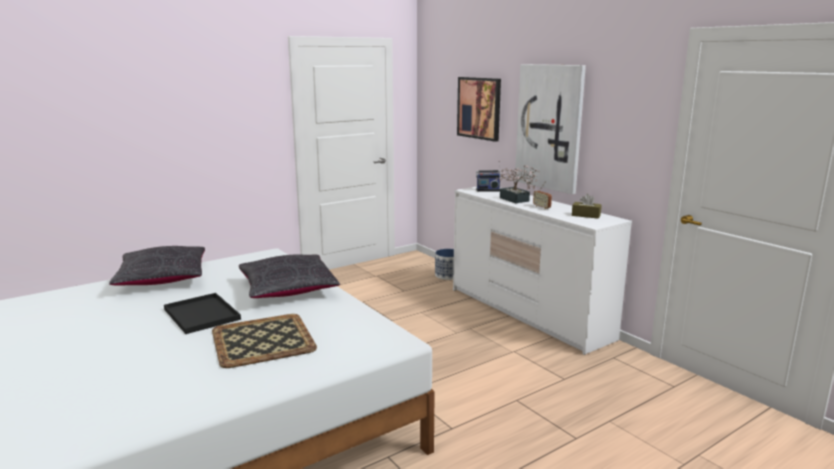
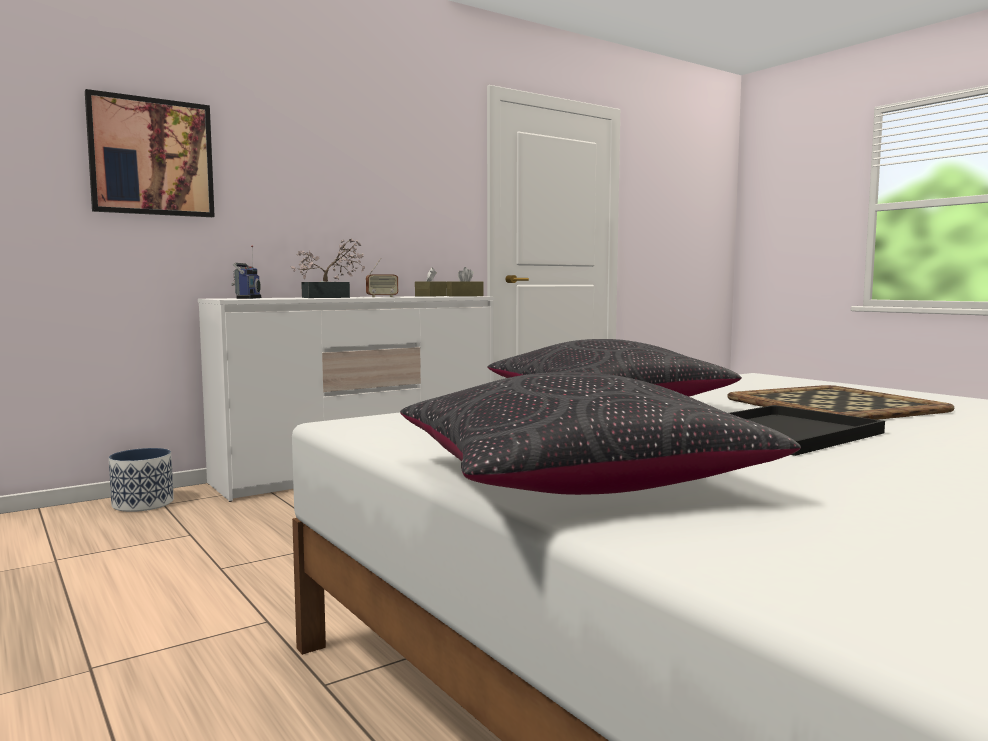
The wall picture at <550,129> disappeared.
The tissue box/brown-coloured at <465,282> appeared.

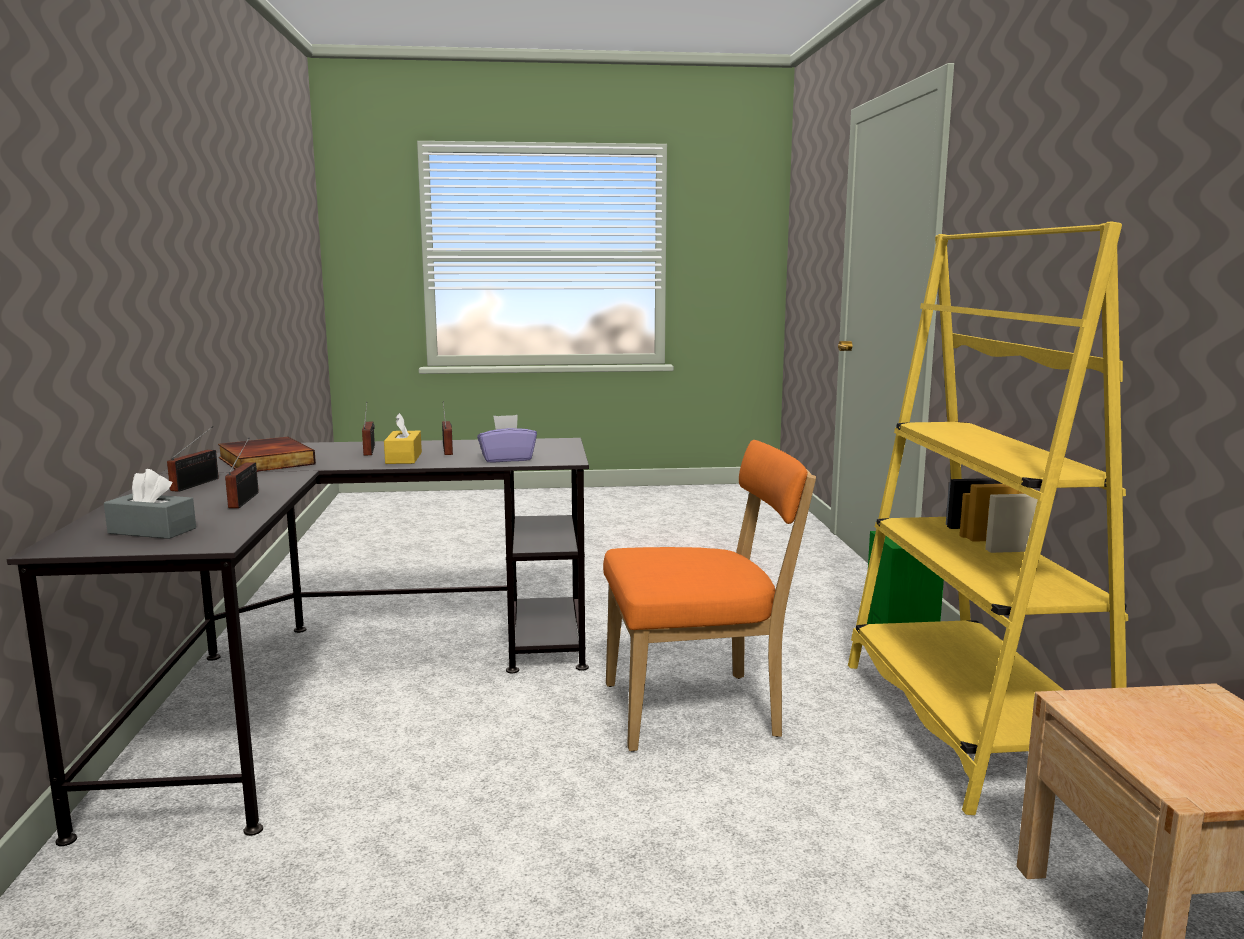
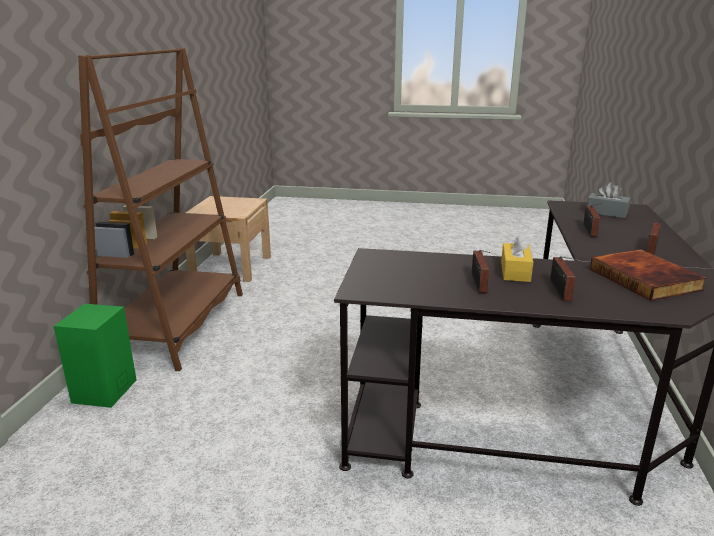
The tissue box/purple at <507,439> disappeared.
The chair/orange-coloured at <709,596> disappeared.
The shelving unit/yellow at <988,518> became the shelving unit/brown-coloured at <160,209>.

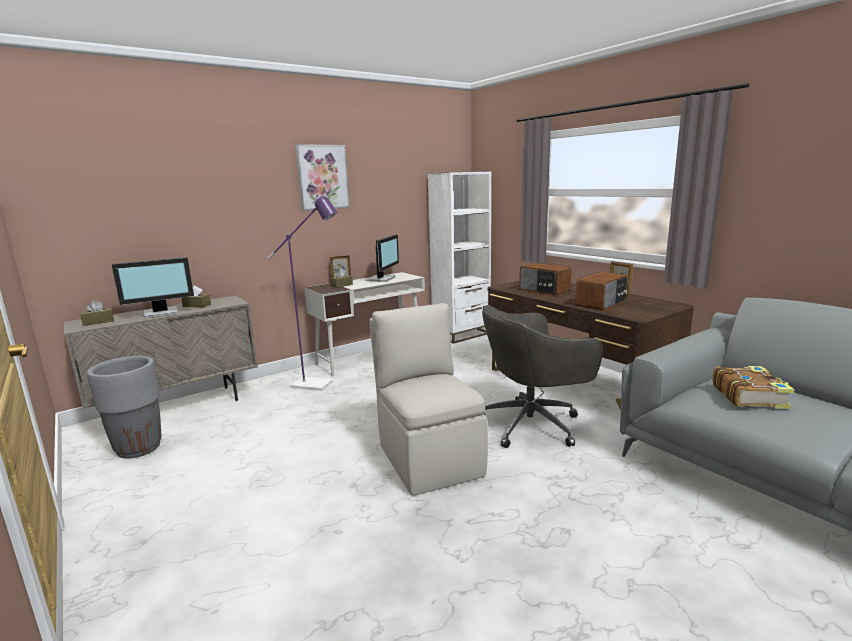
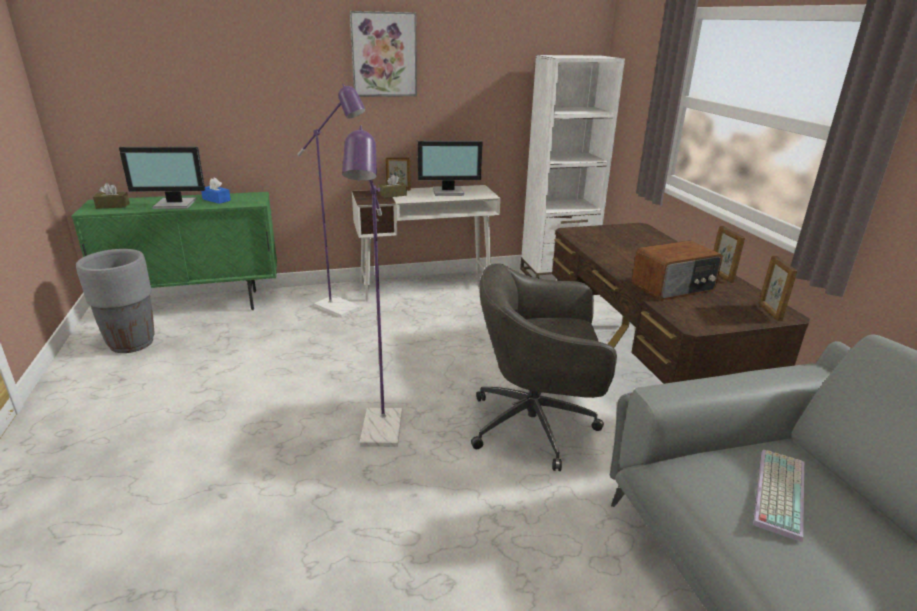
The radio set at <545,279> disappeared.
The picture frame at <777,288> appeared.
The chair/beige at <428,399> was replaced by the floor lamp/purple at <372,286>.
The bound book at <753,387> was replaced by the PC keyboard at <778,496>.
The cupboard/beige at <161,352> became the cupboard/greenish at <174,251>.
The tissue box/brown-coloured at <196,296> became the tissue box/blue-coloured at <216,191>.
The computer screen at <382,258> turned 45 degrees clockwise.

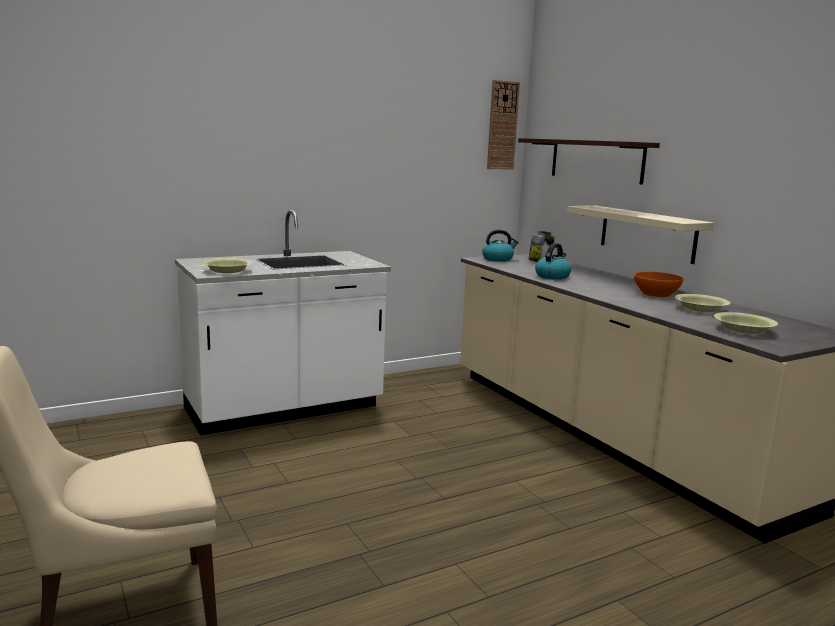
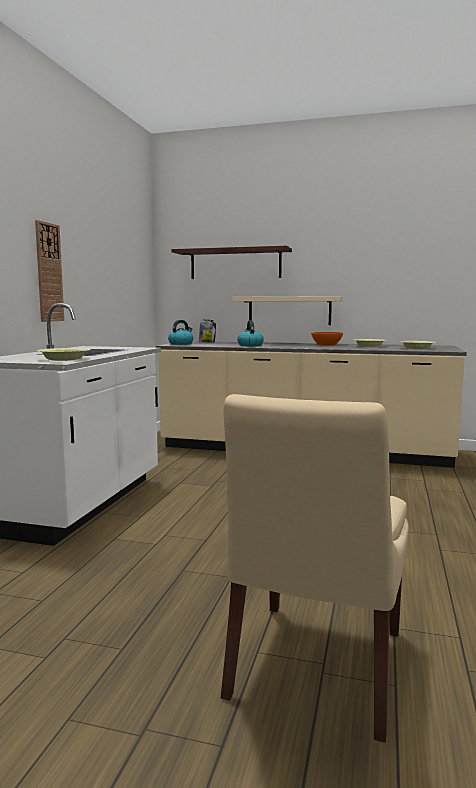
The wall clock moved from <503,125> to <49,271>.

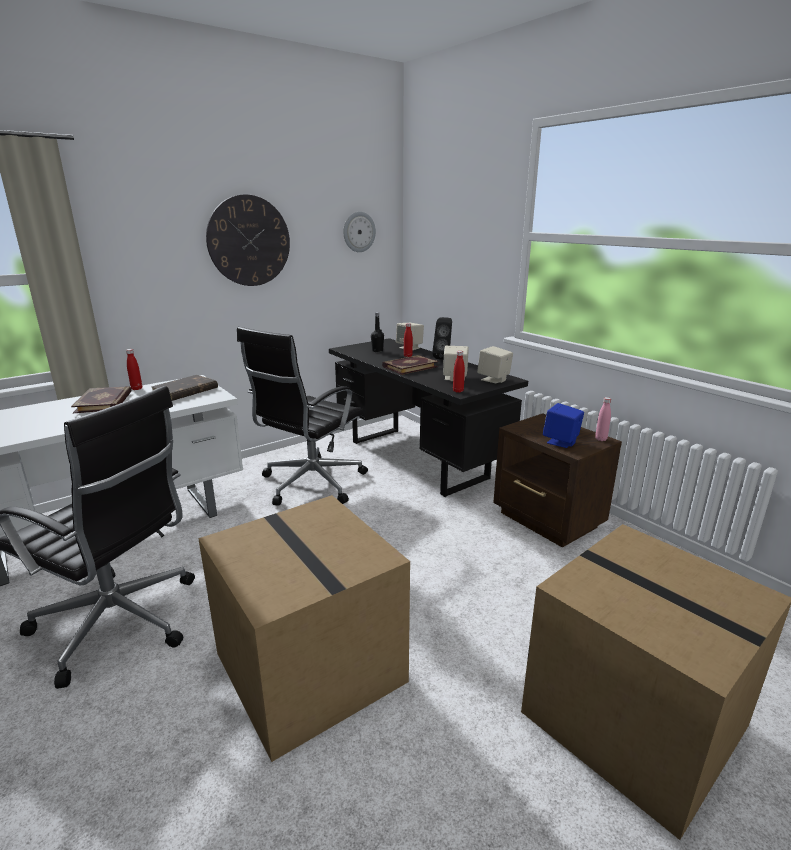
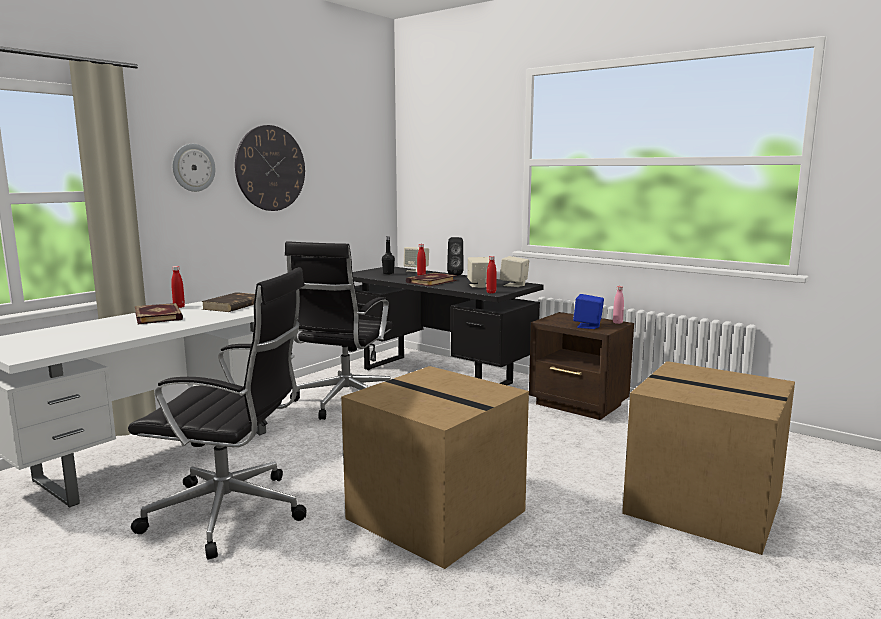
The wall clock moved from <359,232> to <193,168>.

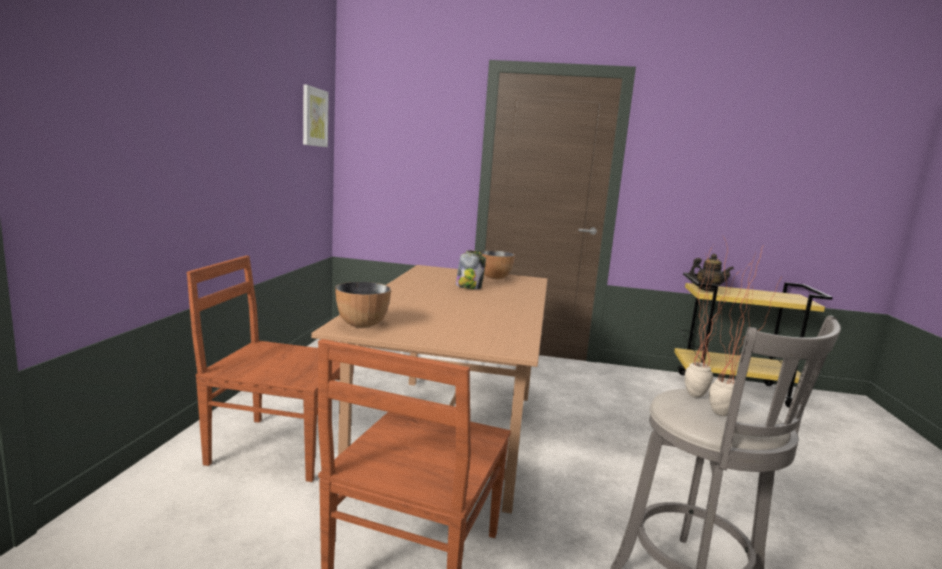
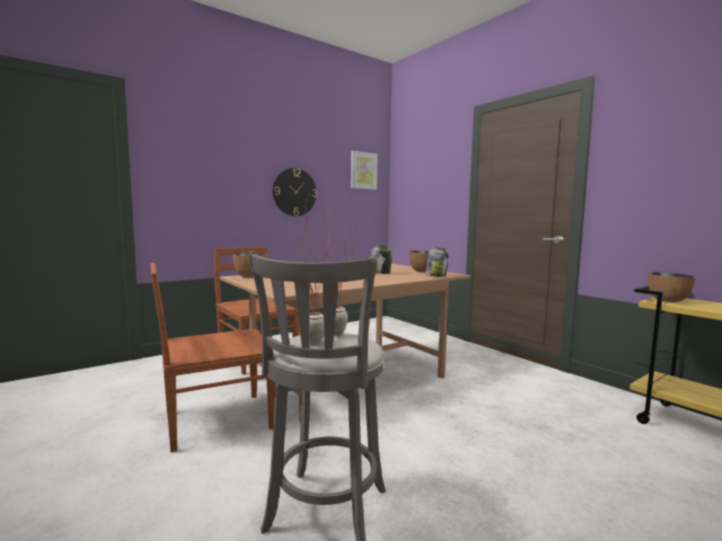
The wall clock at <295,192> appeared.
The storage jar at <437,262> appeared.
The pot for tea at <711,273> was replaced by the deep dish at <671,287>.

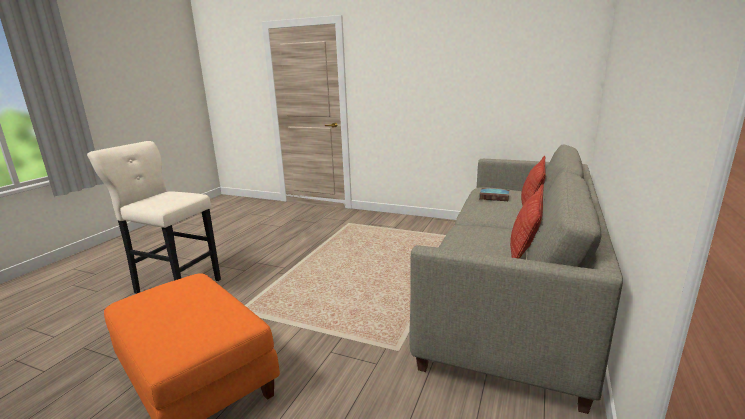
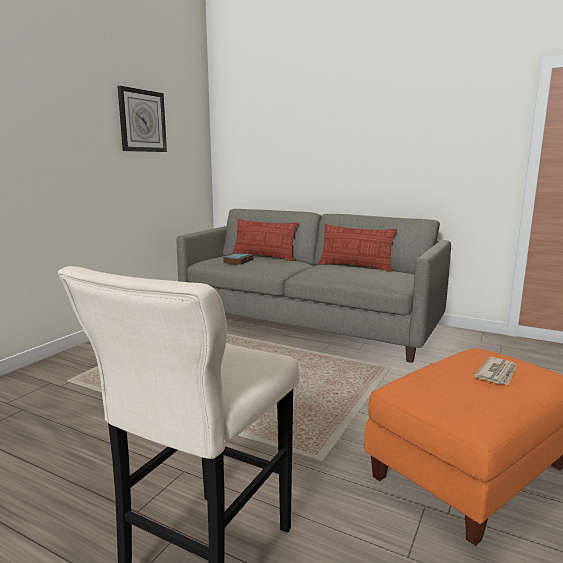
The wall clock at <142,119> appeared.
The printed paper at <495,371> appeared.

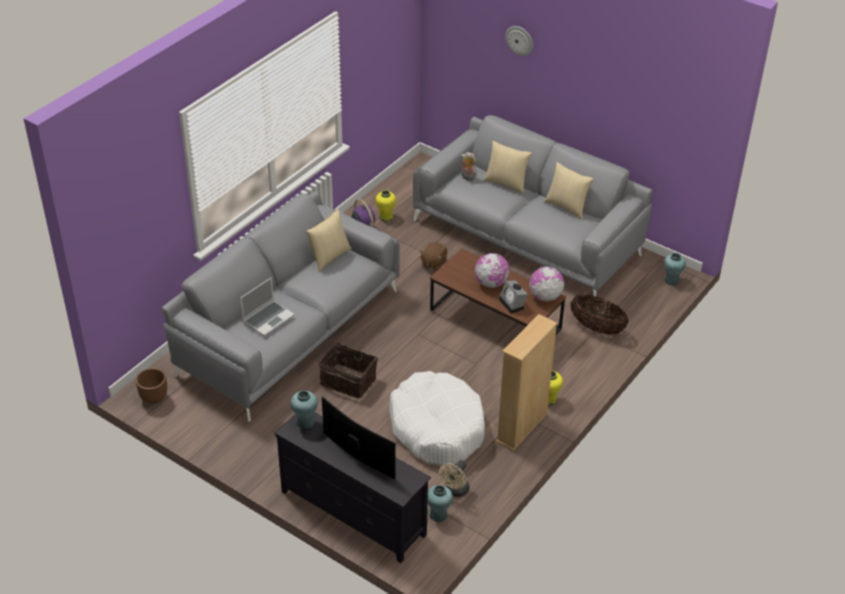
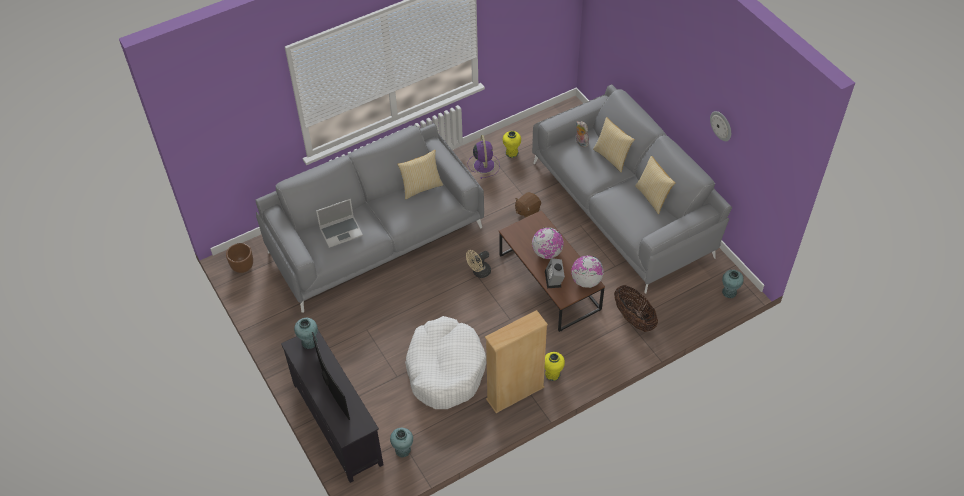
The storage basket at <348,370> disappeared.
The electric fan/beige moved from <454,478> to <478,264>.
The wall clock moved from <519,41> to <720,126>.

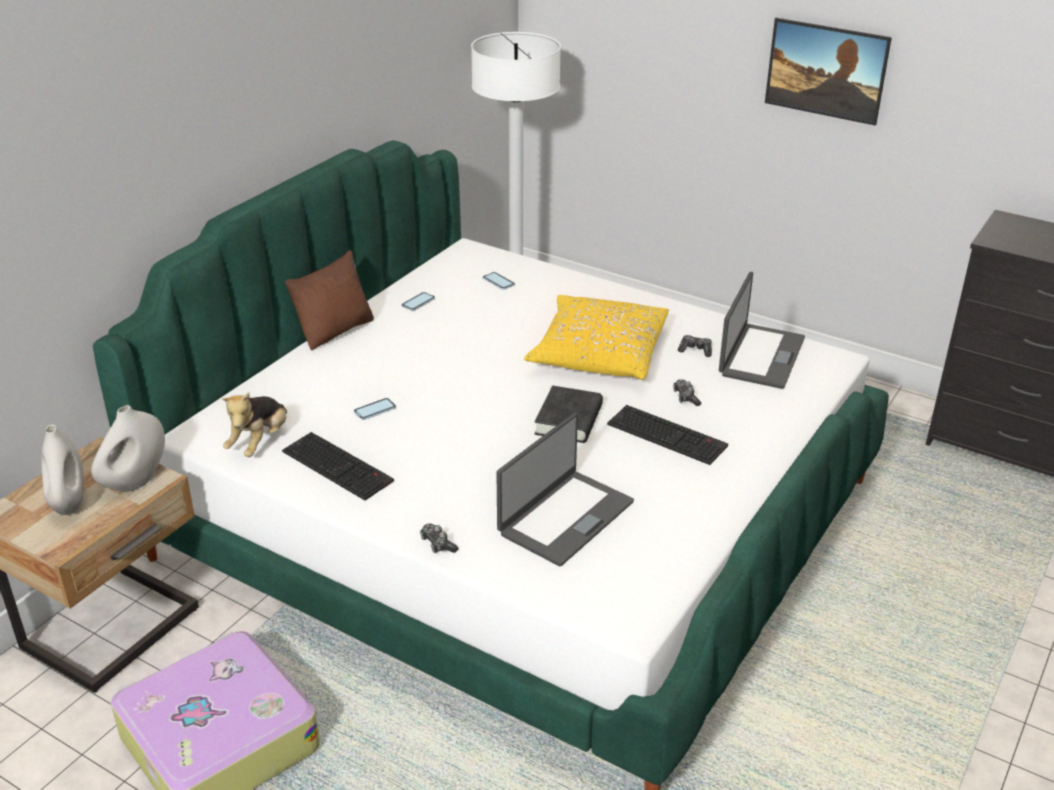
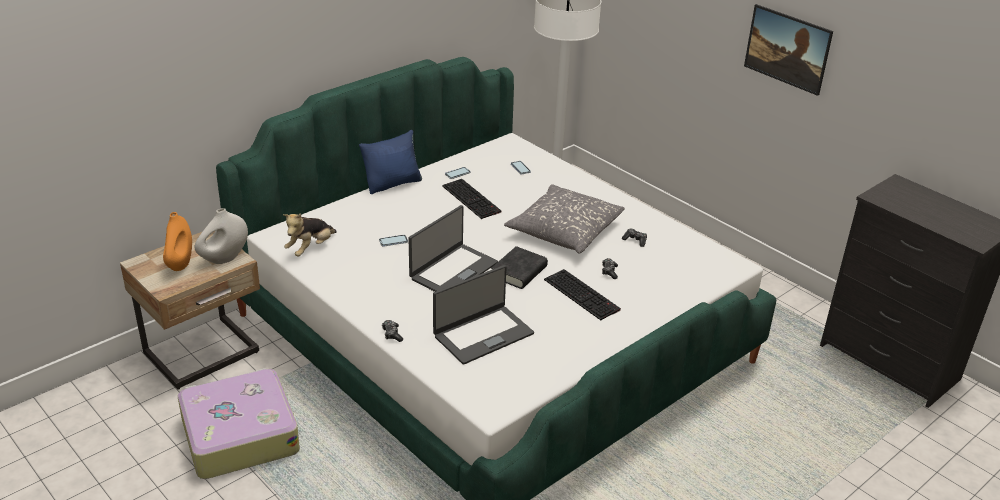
The PC keyboard moved from <338,466> to <472,199>.
The portable computer moved from <762,330> to <453,248>.
The vase/white at <62,469> became the vase/orange-coloured at <177,241>.
The throw pillow/brown-coloured at <329,300> became the throw pillow/blue-coloured at <390,162>.
The throw pillow/yellow at <596,337> became the throw pillow/greyish at <564,219>.

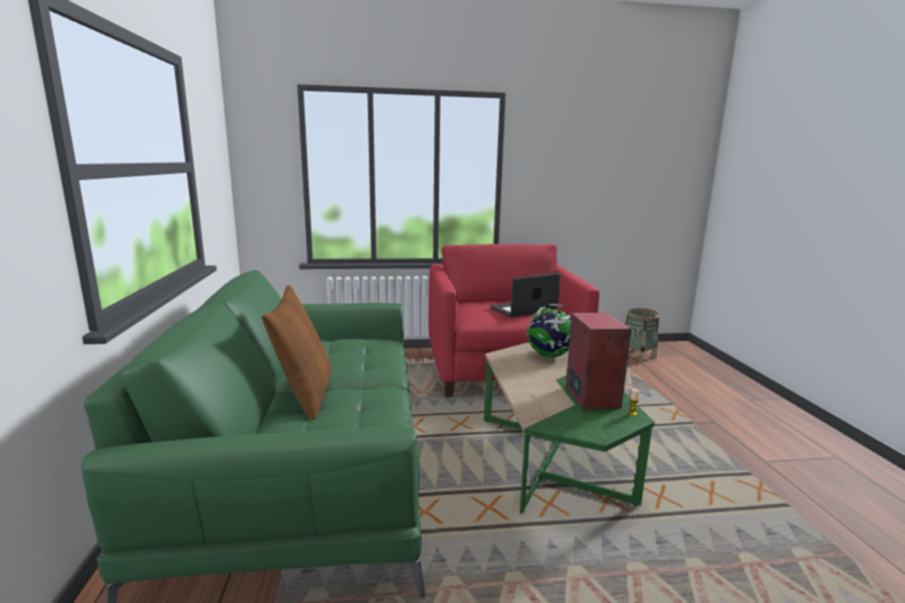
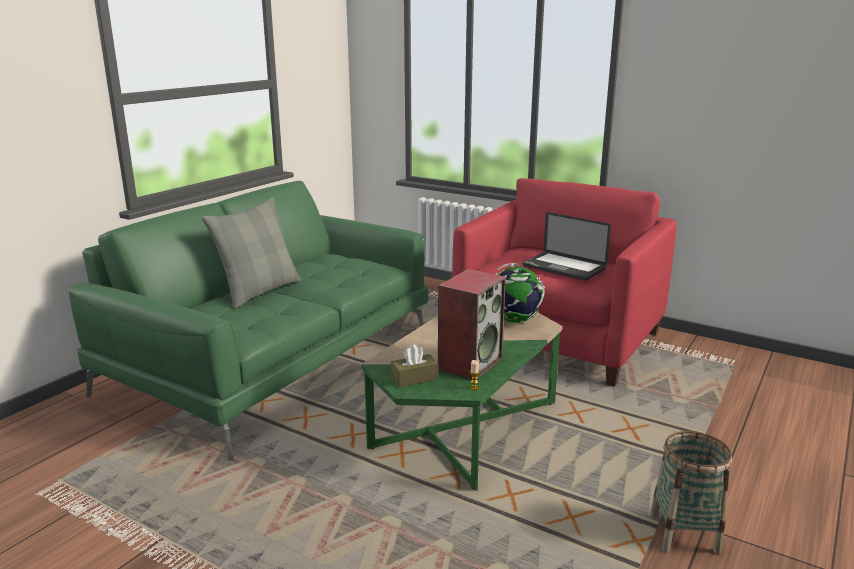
The tissue box/brown-coloured at <414,366> appeared.
The storage basket moved from <642,335> to <691,492>.
The throw pillow/brown-coloured at <296,352> became the throw pillow/greyish at <251,253>.
The portable computer at <525,295> turned 150 degrees counterclockwise.

